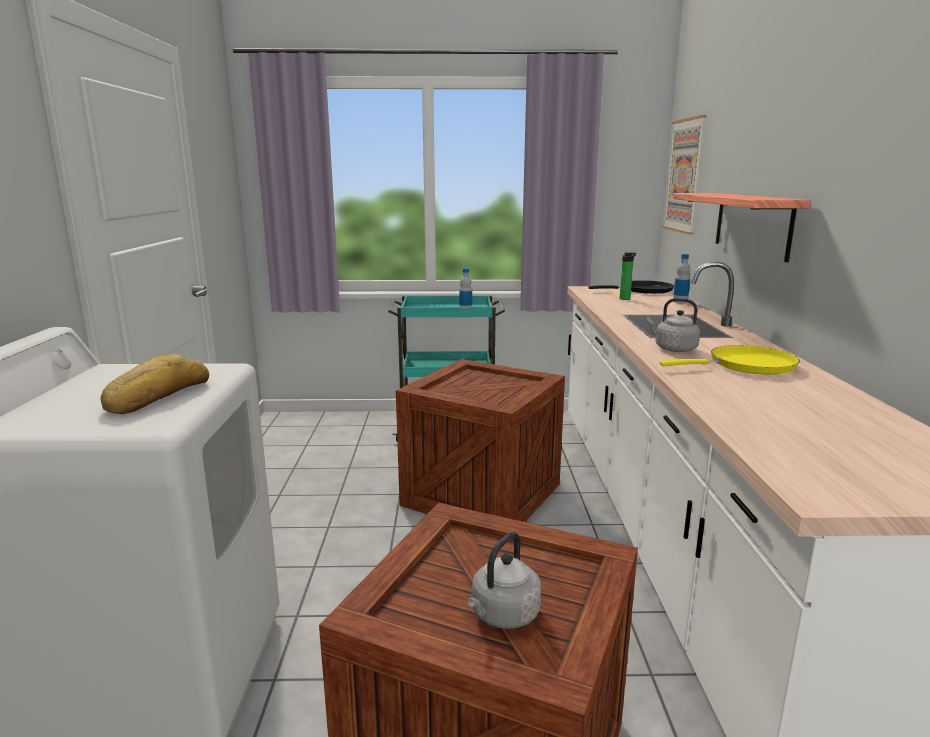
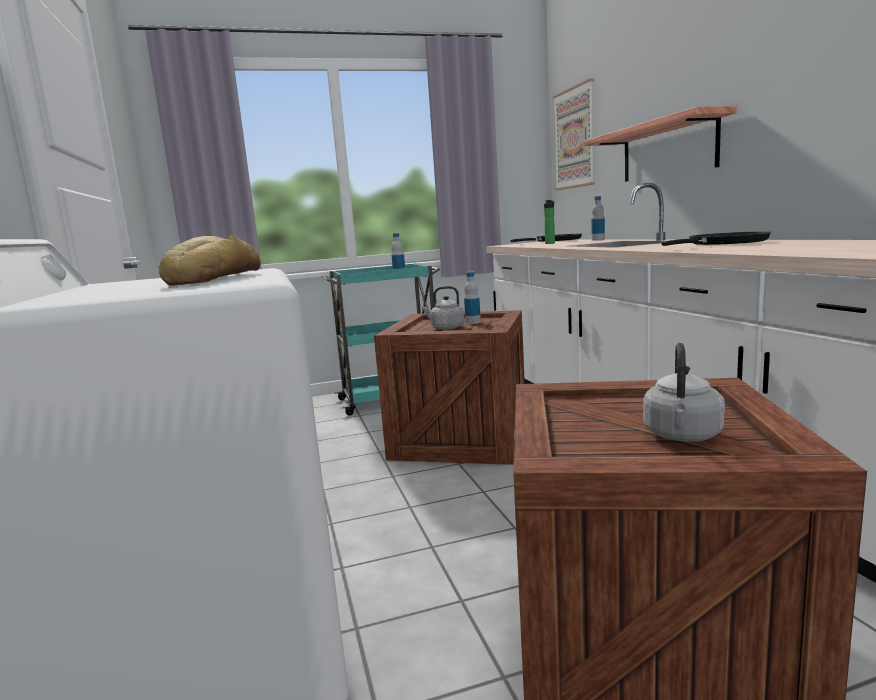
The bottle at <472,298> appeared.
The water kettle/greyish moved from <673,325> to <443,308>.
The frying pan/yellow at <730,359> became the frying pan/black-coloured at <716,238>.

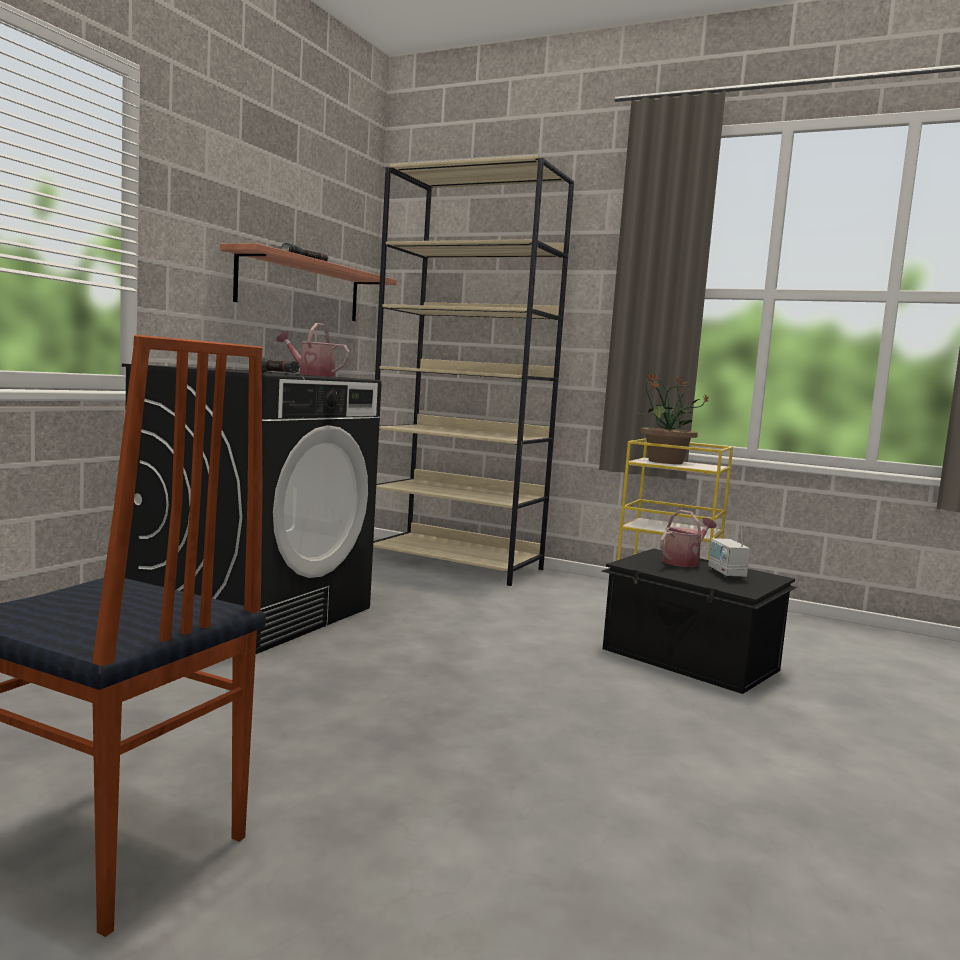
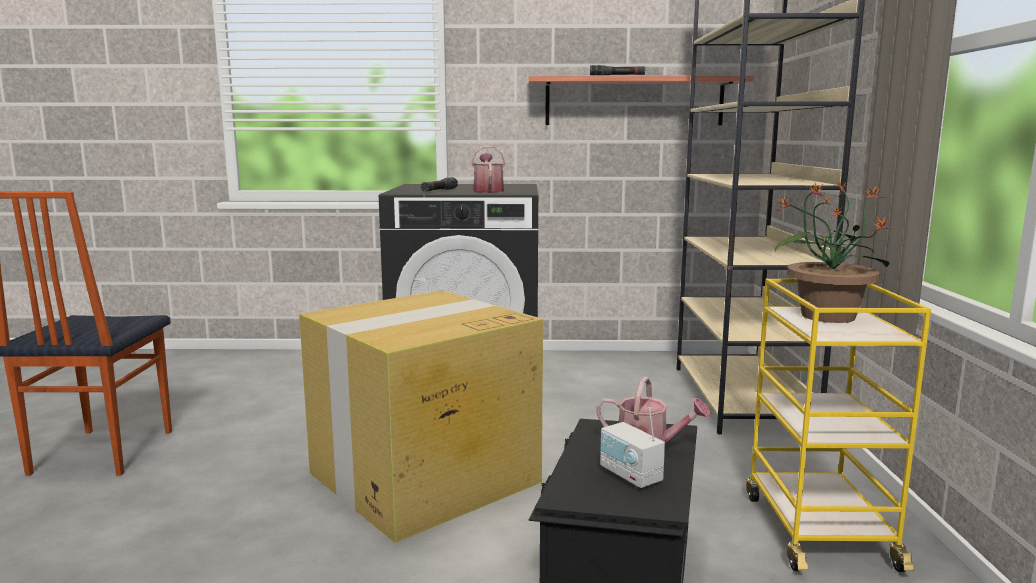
The carton at <421,416> appeared.
The radio set at <729,550> turned 90 degrees counterclockwise.

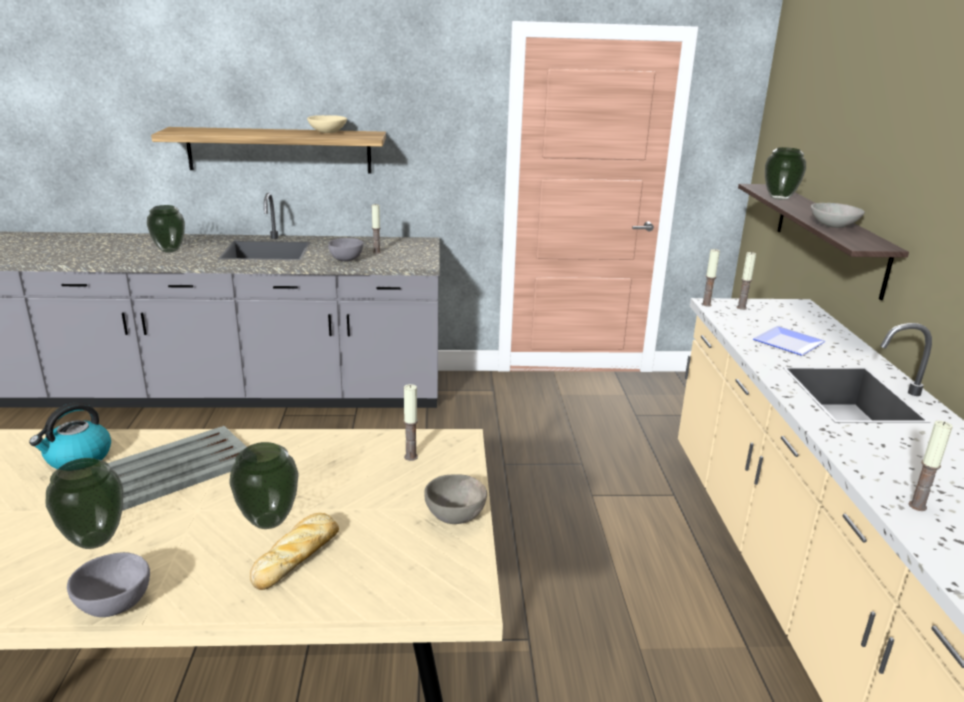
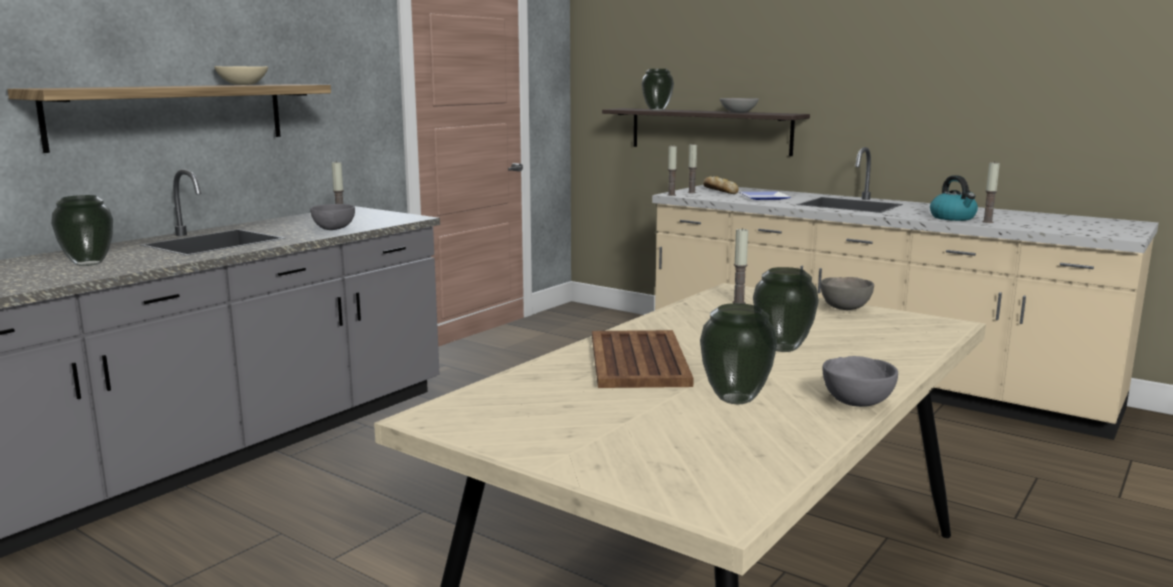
The water kettle moved from <70,435> to <954,198>.
The baked bread moved from <294,551> to <721,185>.
The carrying tray/greyish at <177,468> became the carrying tray/brown-coloured at <643,359>.

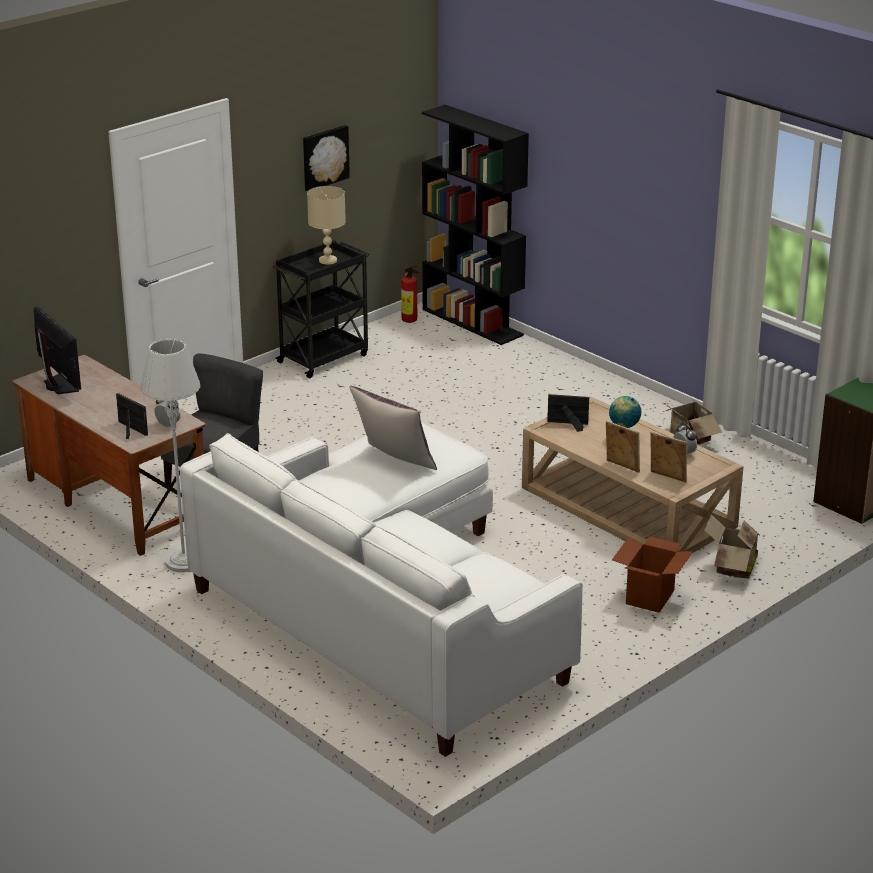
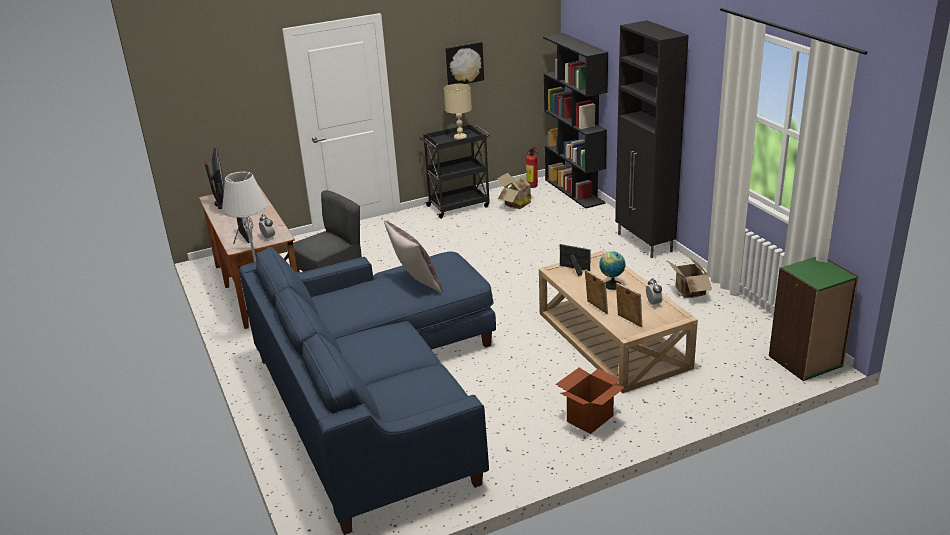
The cupboard/black-coloured at <652,139> appeared.
The carton moved from <731,547> to <516,190>.
The couch/white at <381,590> became the couch/blue-coloured at <367,390>.

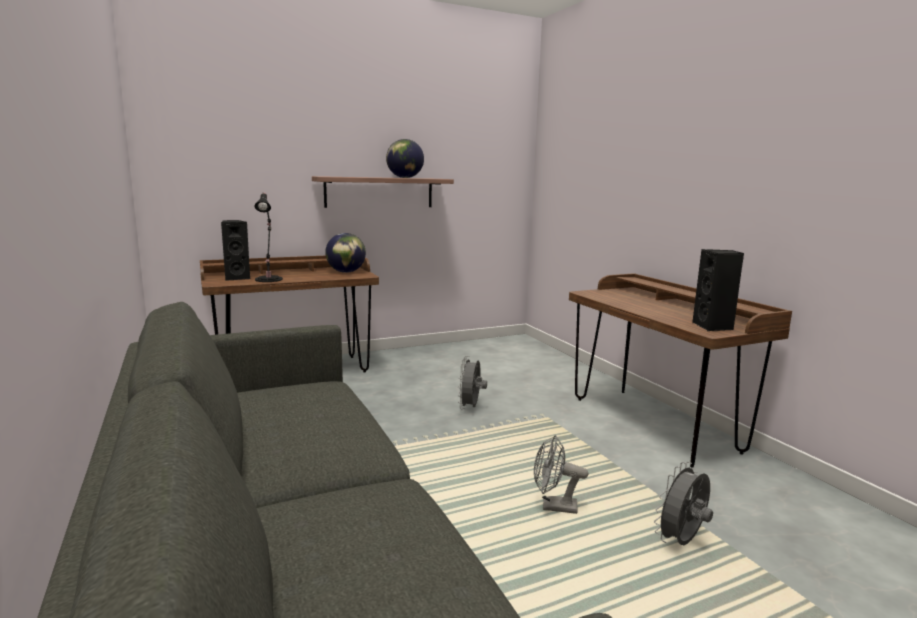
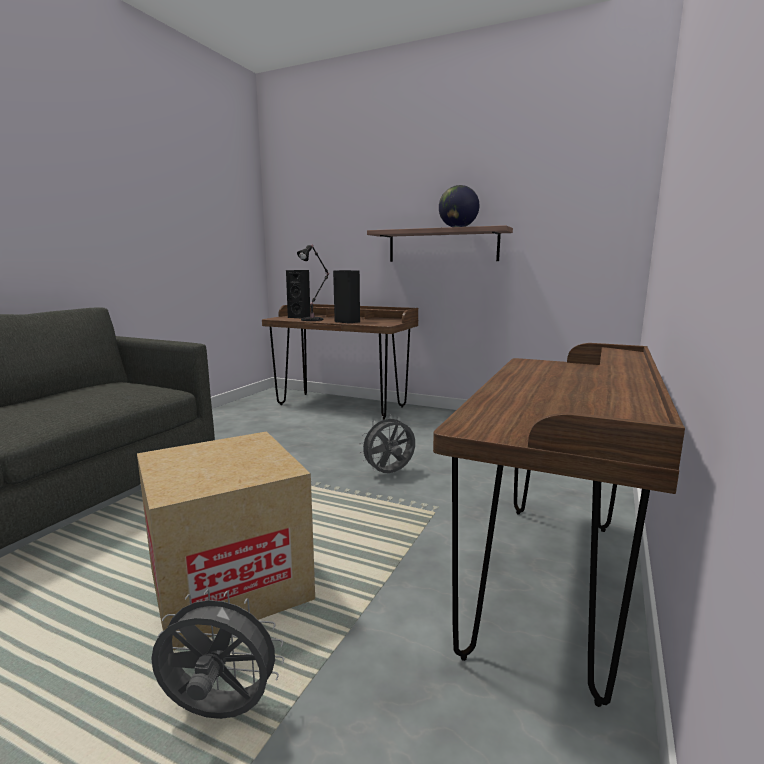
The globe at <345,253> disappeared.
The loudspeaker/black-coloured moved from <718,290> to <346,297>.
The electric fan/greyish at <561,474> was replaced by the carton at <226,540>.

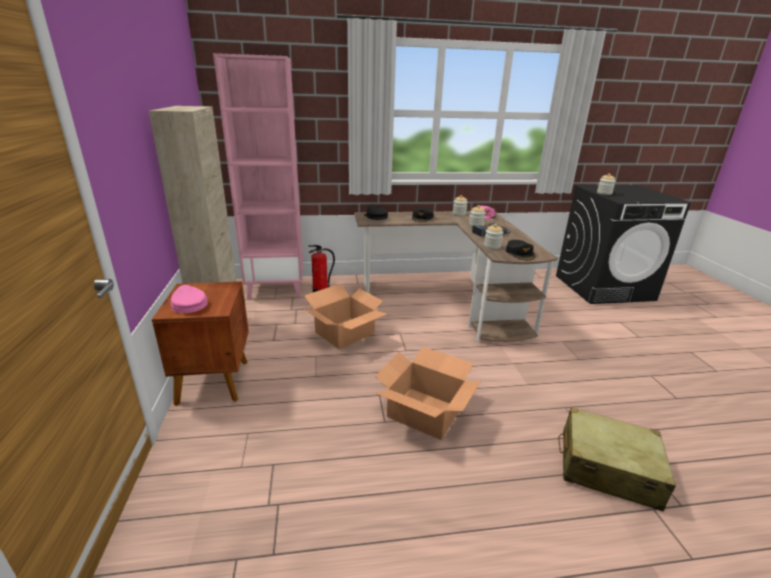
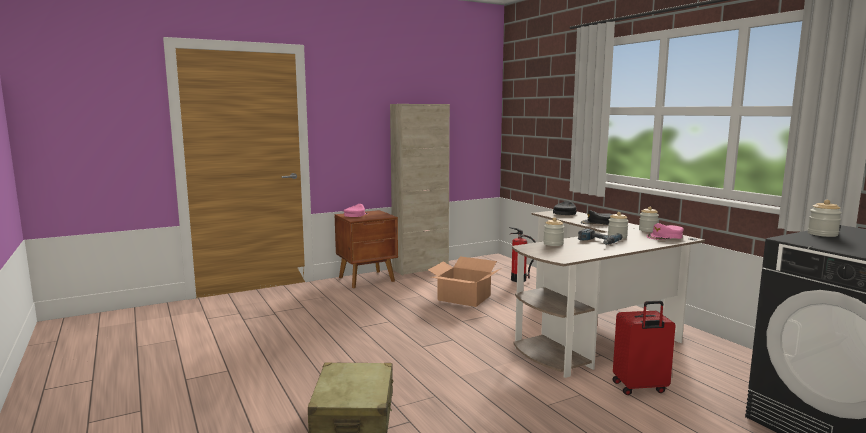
The shelving unit/pink-coloured at <258,176> disappeared.
The carton at <428,393> disappeared.
The cap/black-coloured at <520,250> disappeared.
The suitcase/red at <644,348> appeared.

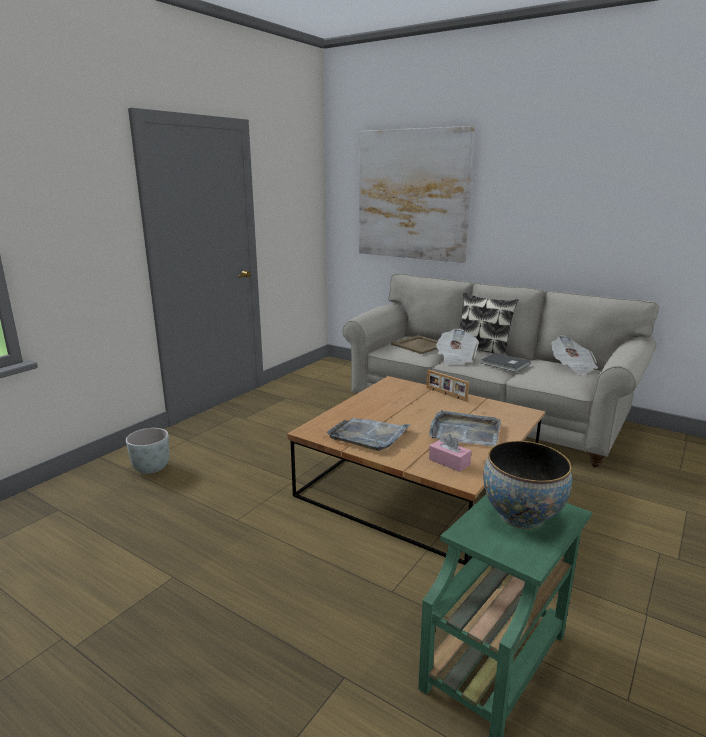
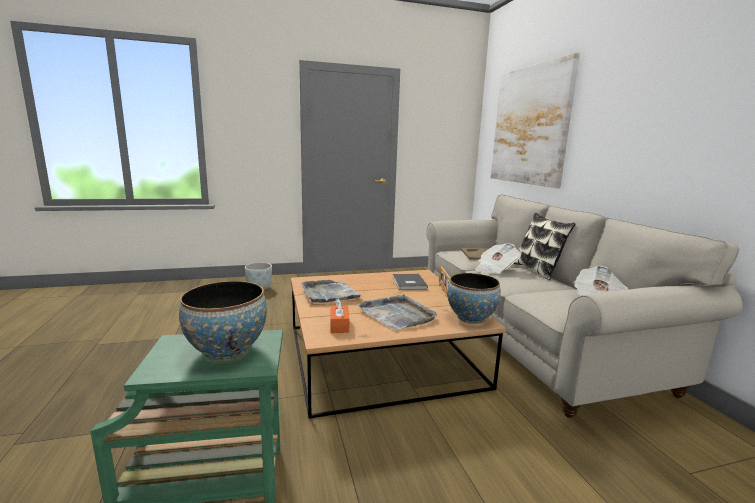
The deep dish at <474,298> appeared.
The bound book/greyish moved from <505,362> to <410,281>.
The tissue box/pink-coloured at <450,453> became the tissue box/orange-coloured at <339,315>.

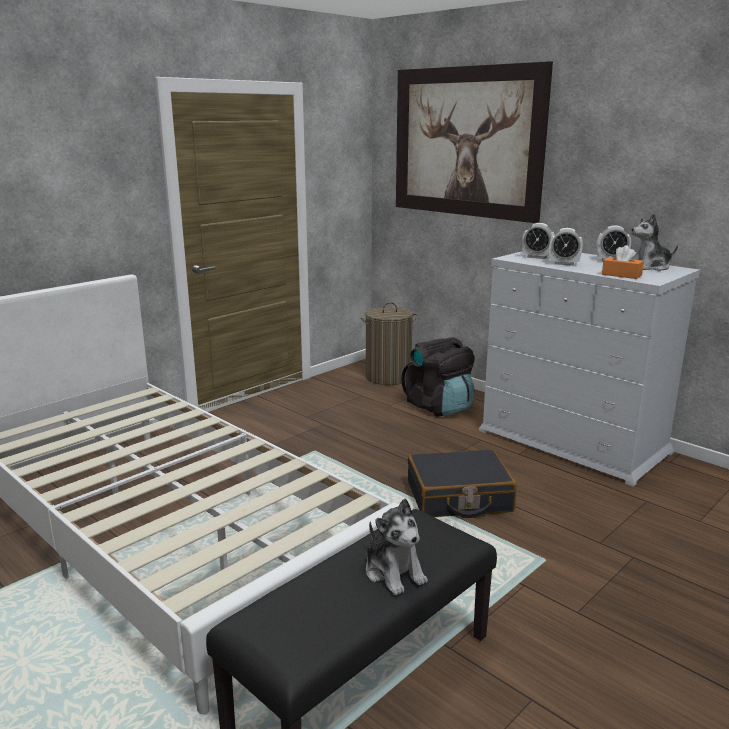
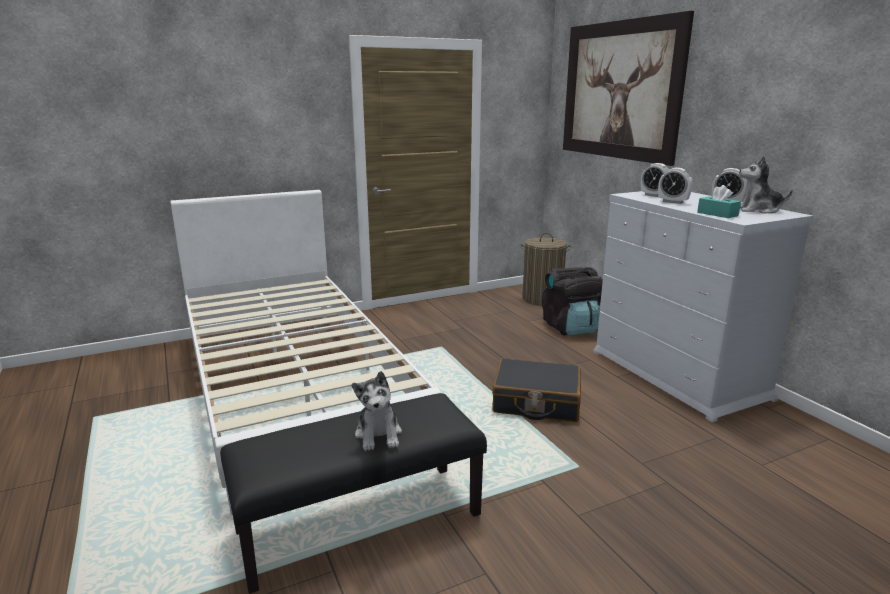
The tissue box/orange-coloured at <623,262> became the tissue box/turquoise at <719,201>.

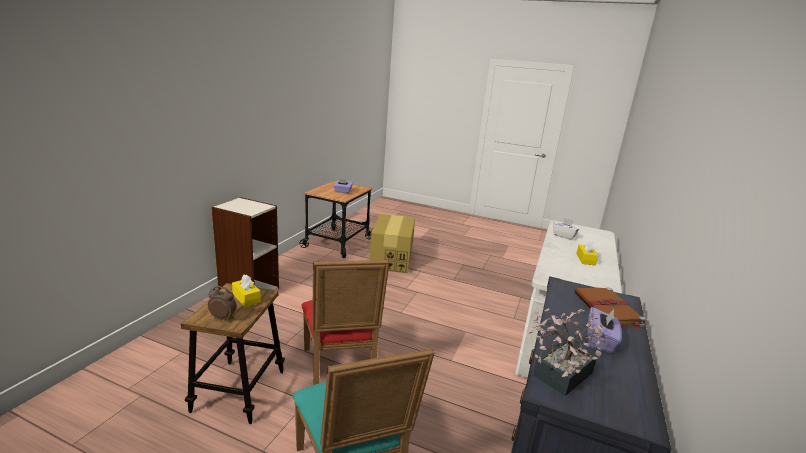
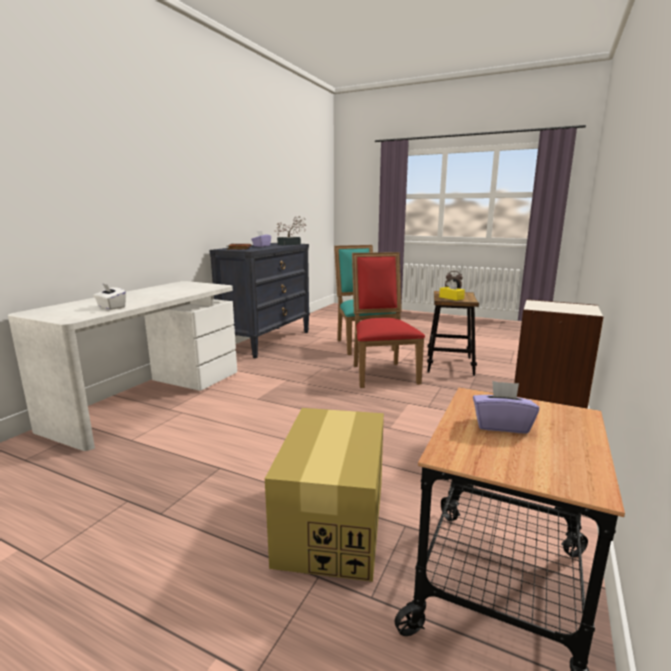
The tissue box/yellow at <587,253> disappeared.

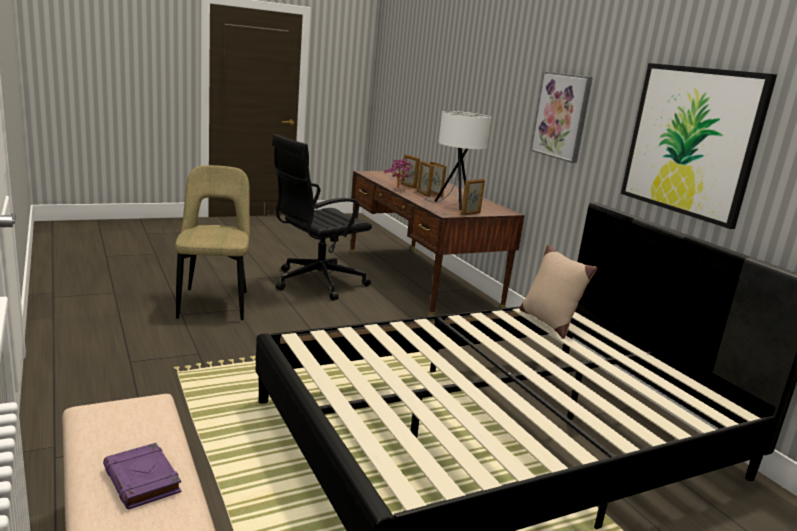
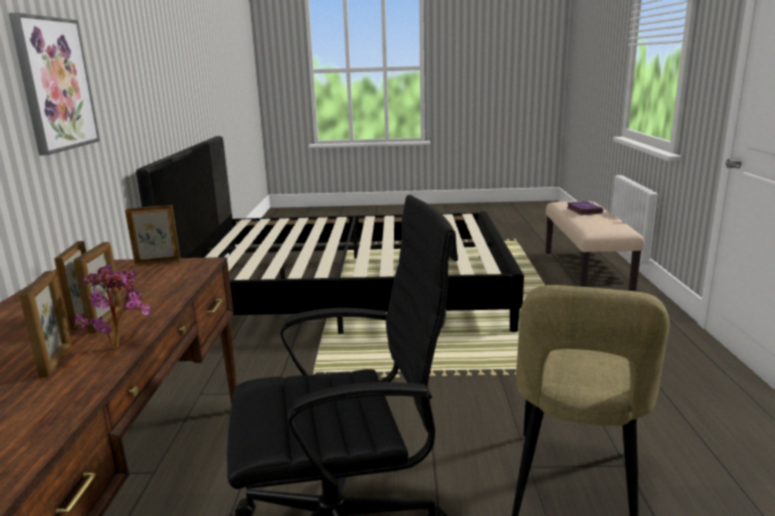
The tabletop lamp/white at <457,160> disappeared.
The throw pillow/beige at <558,292> disappeared.
The wall picture at <699,146> disappeared.

